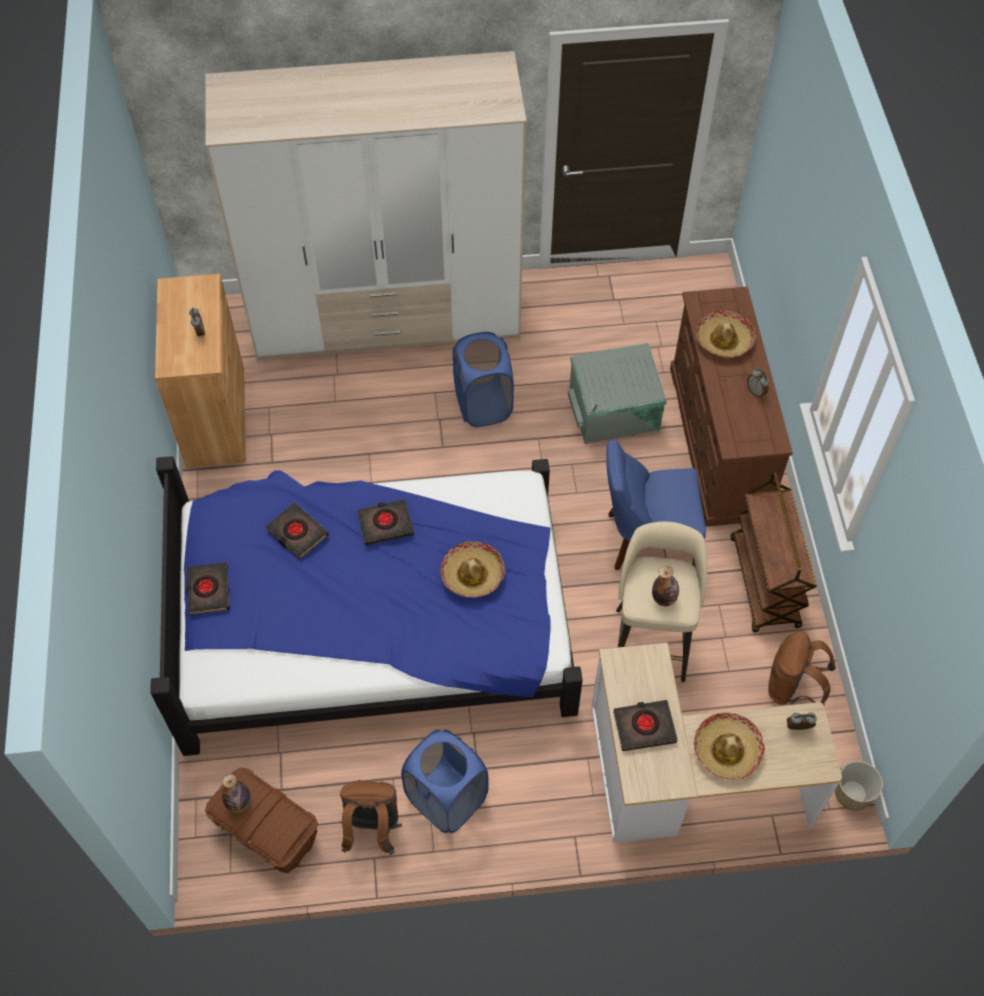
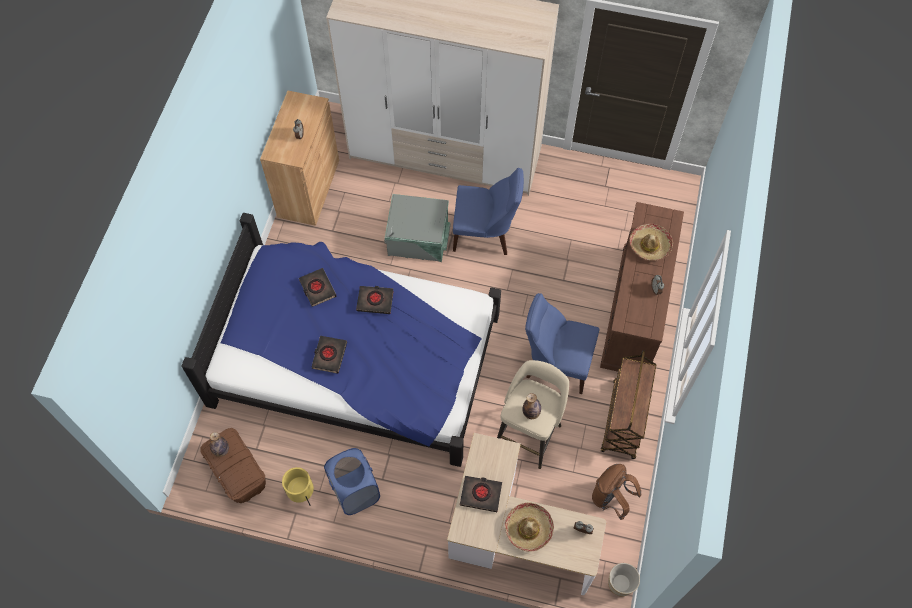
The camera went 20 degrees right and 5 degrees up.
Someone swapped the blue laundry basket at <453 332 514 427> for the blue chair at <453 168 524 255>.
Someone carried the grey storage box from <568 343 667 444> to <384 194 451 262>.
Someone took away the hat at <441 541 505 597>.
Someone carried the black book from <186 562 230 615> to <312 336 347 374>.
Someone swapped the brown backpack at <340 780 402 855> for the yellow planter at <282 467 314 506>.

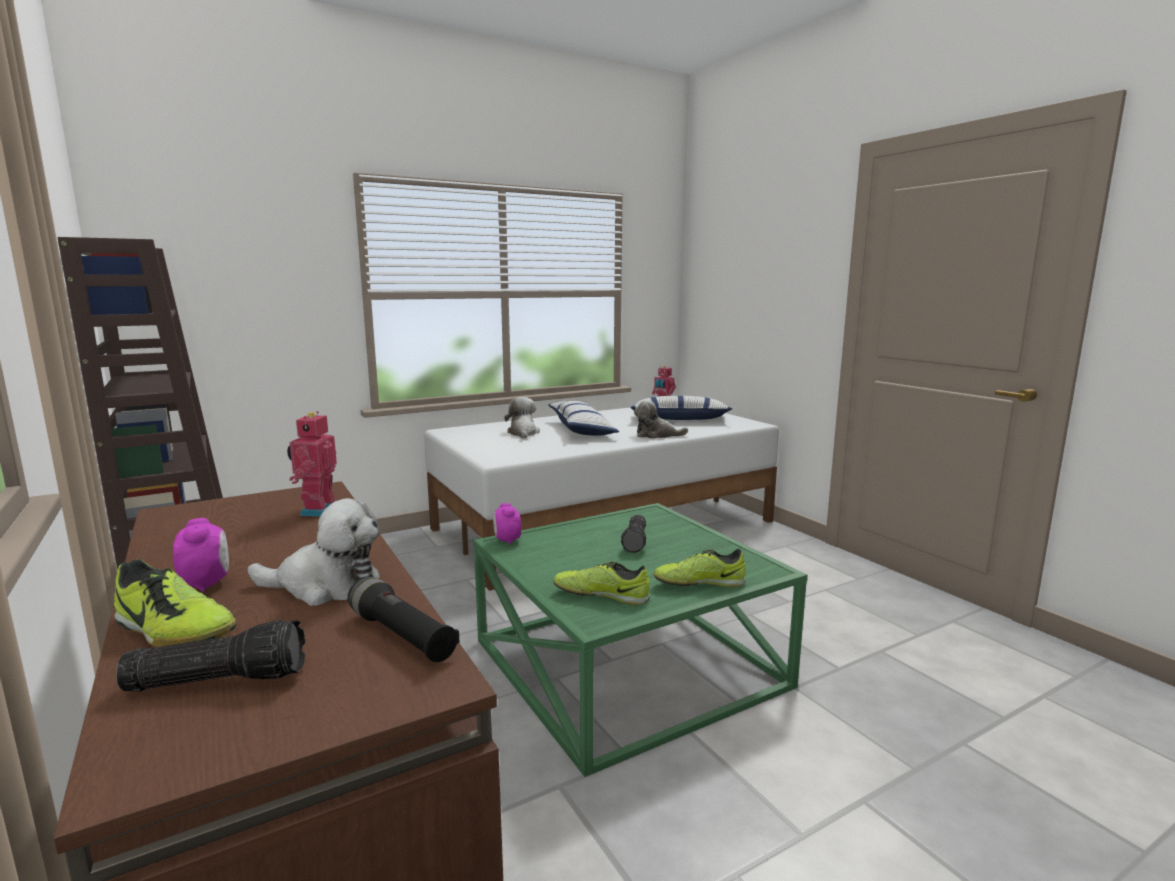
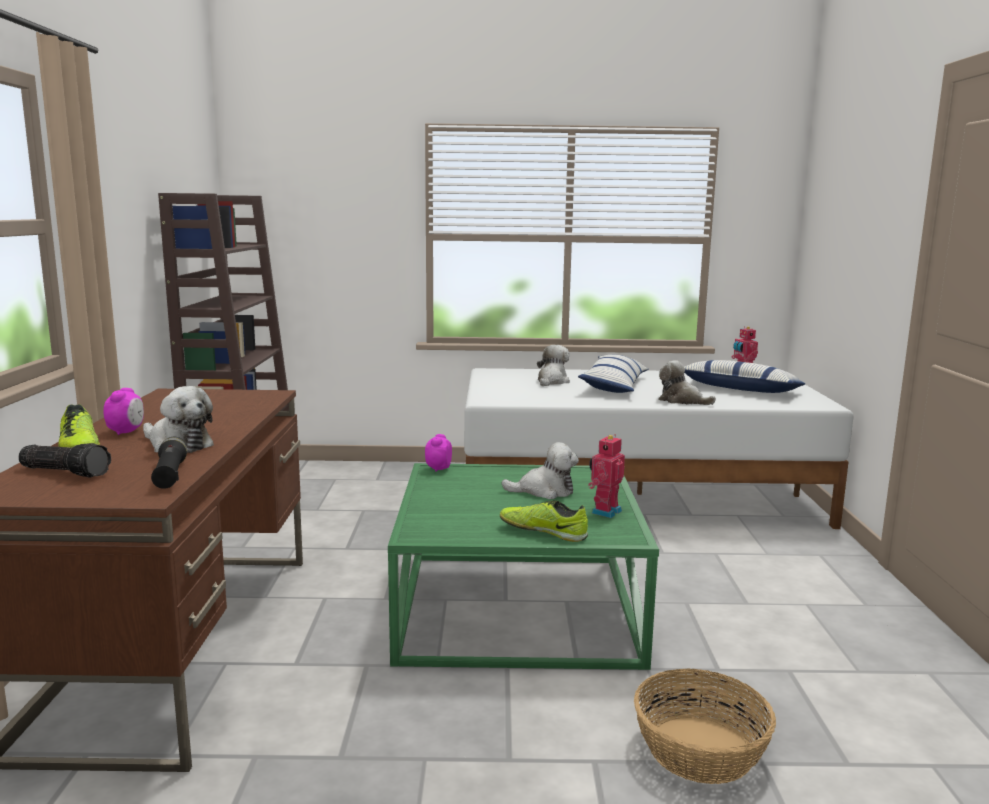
The camera went 30 degrees right and 0 degrees up.
Someone carried the toy robot from <287 411 337 517> to <588 434 625 518>.
Someone swapped the flashlight at <621 514 646 553> for the plush toy at <501 442 579 499>.
Someone took away the shoe at <554 562 650 605>.
Someone put down the basket at <634 668 776 784>.

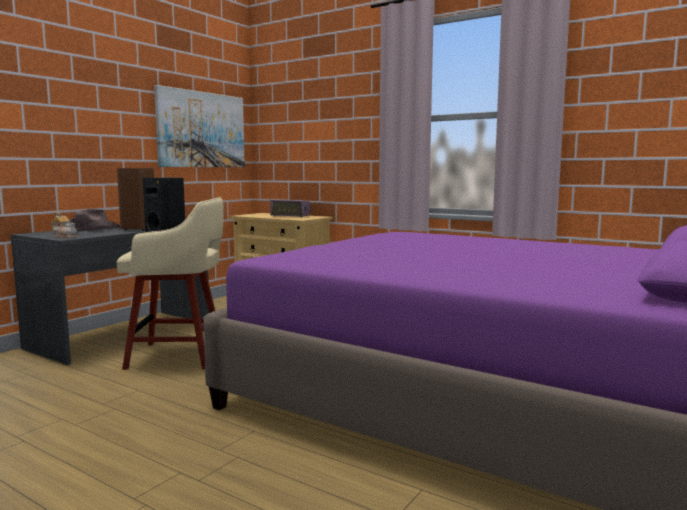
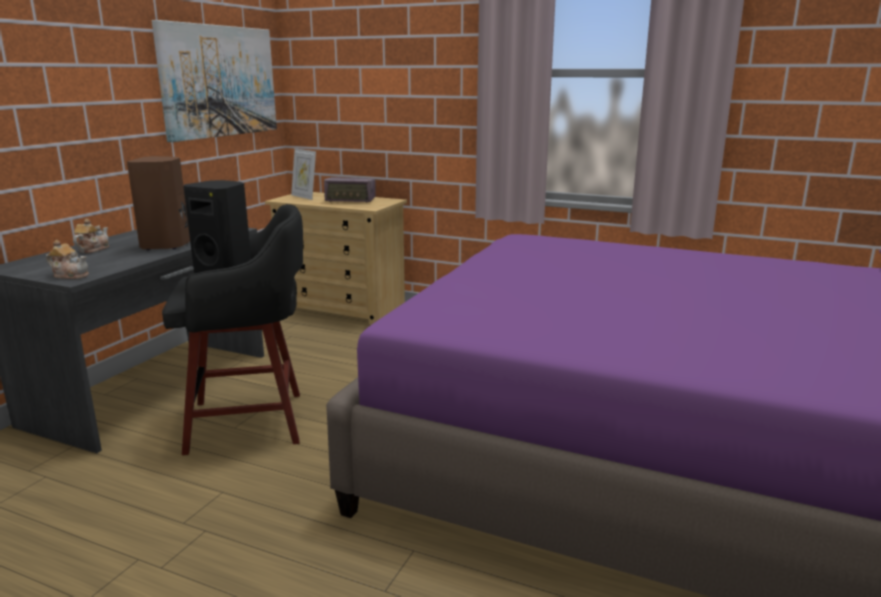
The camera went 10 degrees left and 10 degrees up.
Someone repainted the beige stool at <117 197 224 370>, which became the black stool at <162 204 303 455>.
Someone swapped the brown hat at <70 208 121 232> for the teapot at <73 219 109 253>.
Someone put down the picture frame at <291 148 316 200>.

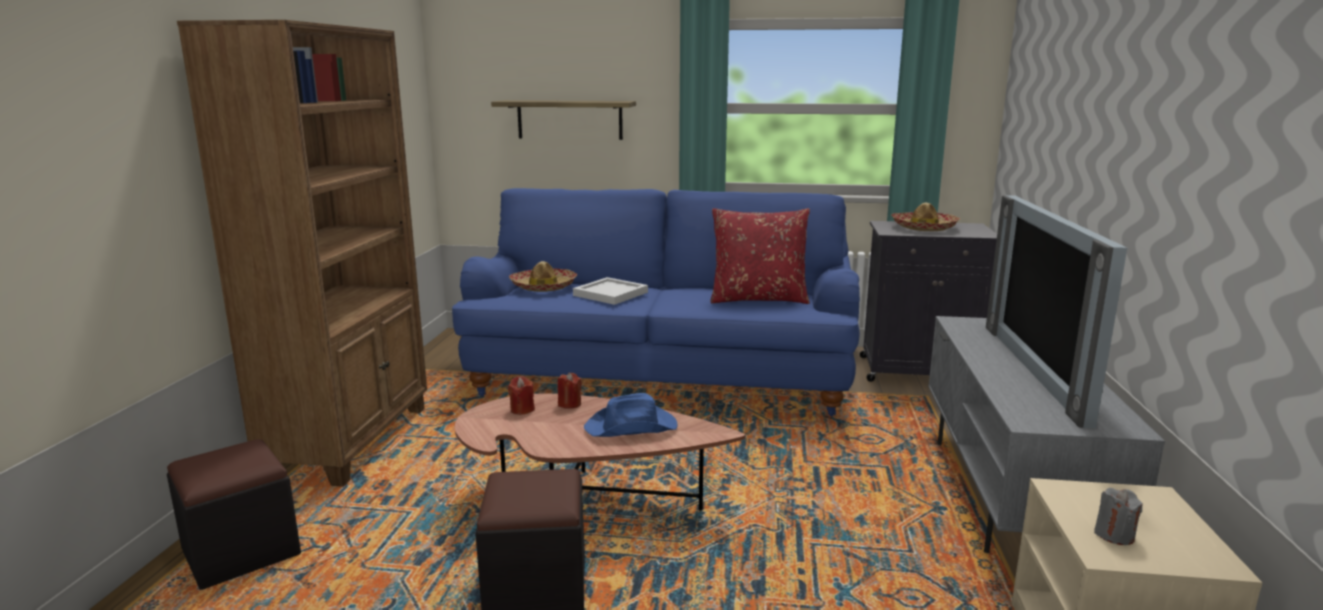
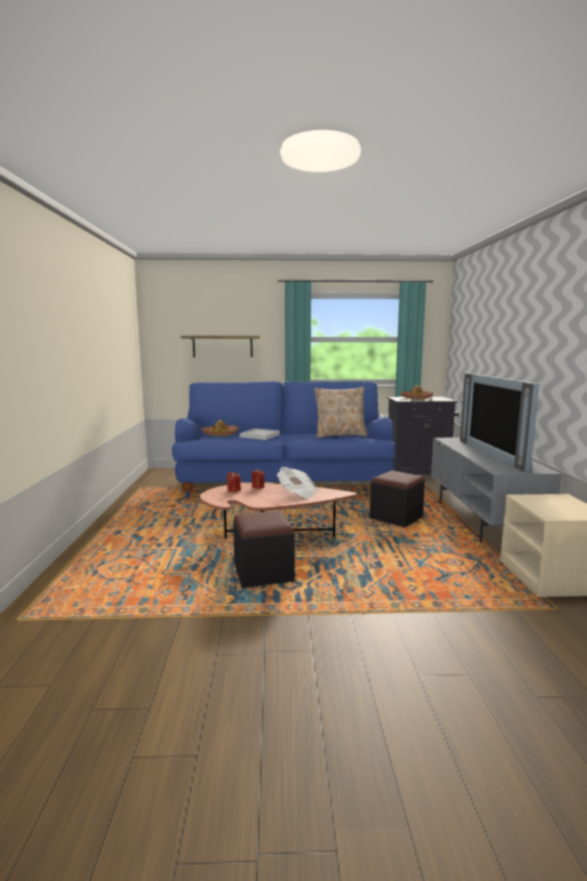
The camera went 10 degrees left and 5 degrees down.
Someone took away the brown bookcase at <177 20 427 487>.
Someone repainted the red pillow at <710 208 810 304>, which became the beige pillow at <314 387 368 438>.
Someone swapped the blue hat at <584 393 678 437> for the newspaper at <277 467 318 500>.
Someone carried the black ottoman from <167 439 301 590> to <370 470 425 527>.
Someone took away the grey candle at <1094 488 1143 545>.

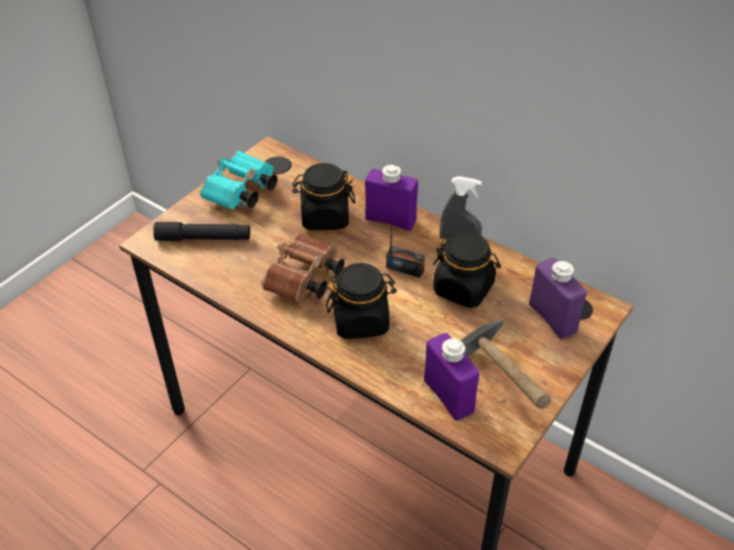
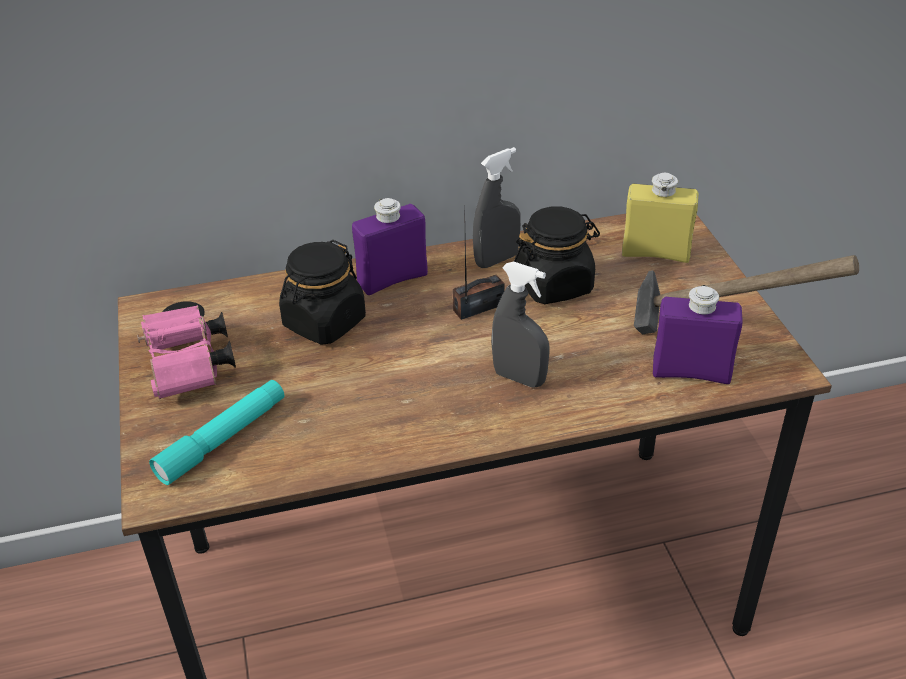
The camera went 50 degrees left and 5 degrees down.
Someone repainted the turquoise binoculars at <200 151 278 210>, which became the pink binoculars at <137 305 236 399>.
Someone repainted the black flashlight at <153 222 250 241>, which became the turquoise flashlight at <149 380 284 485>.
Someone took away the brown binoculars at <261 233 344 302>.
Someone repainted the purple bottle at <529 258 587 339>, which became the yellow bottle at <622 173 698 263>.
Someone swapped the black jar at <326 263 397 339> for the grey spray bottle at <491 261 550 388>.

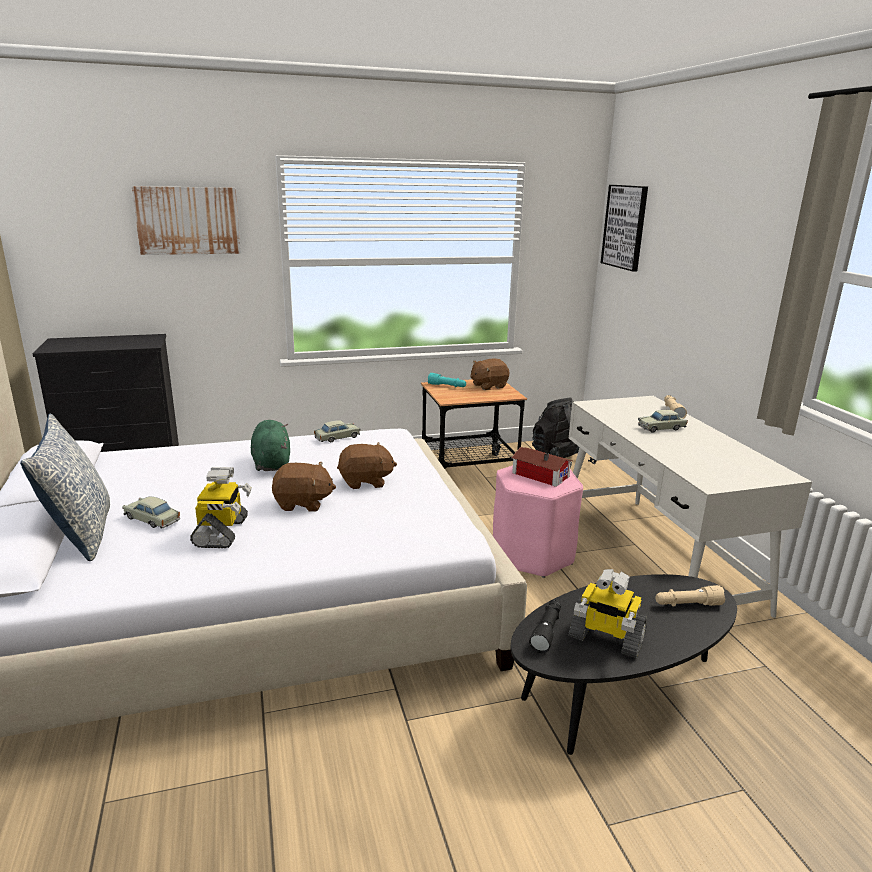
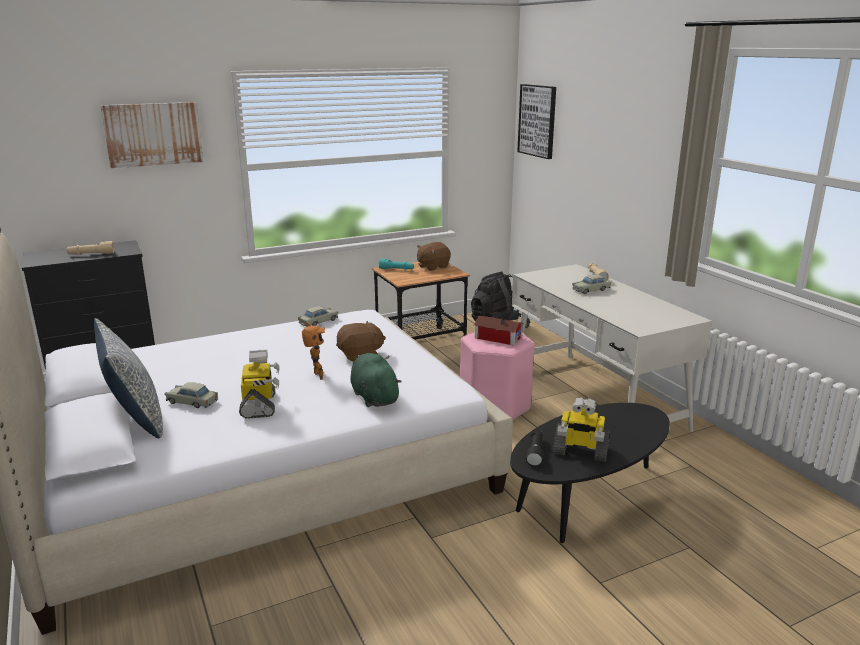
The camera went 10 degrees left and 0 degrees up.
Someone carried the green plush toy from <251 420 290 471> to <350 353 402 407>.
Someone swapped the brown plush toy at <272 462 336 512> for the toy robot at <302 322 325 380>.
Someone carried the beige flashlight from <655 585 726 606> to <66 241 115 255>.

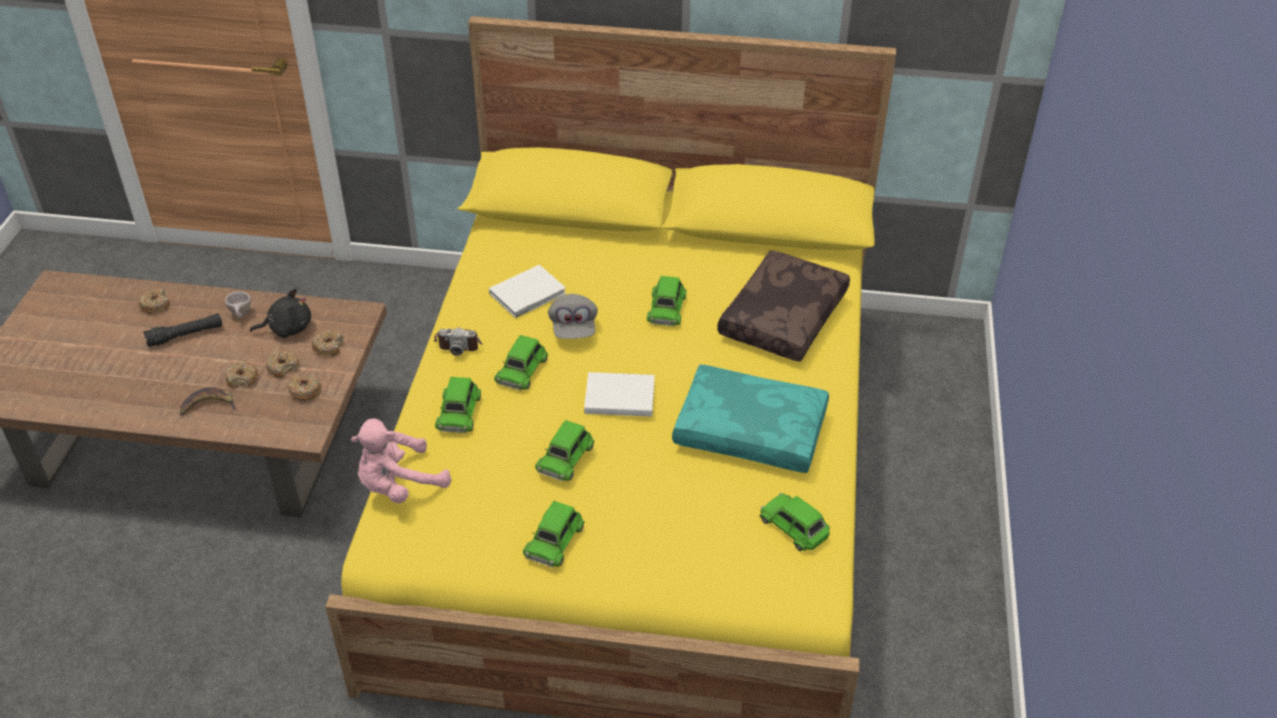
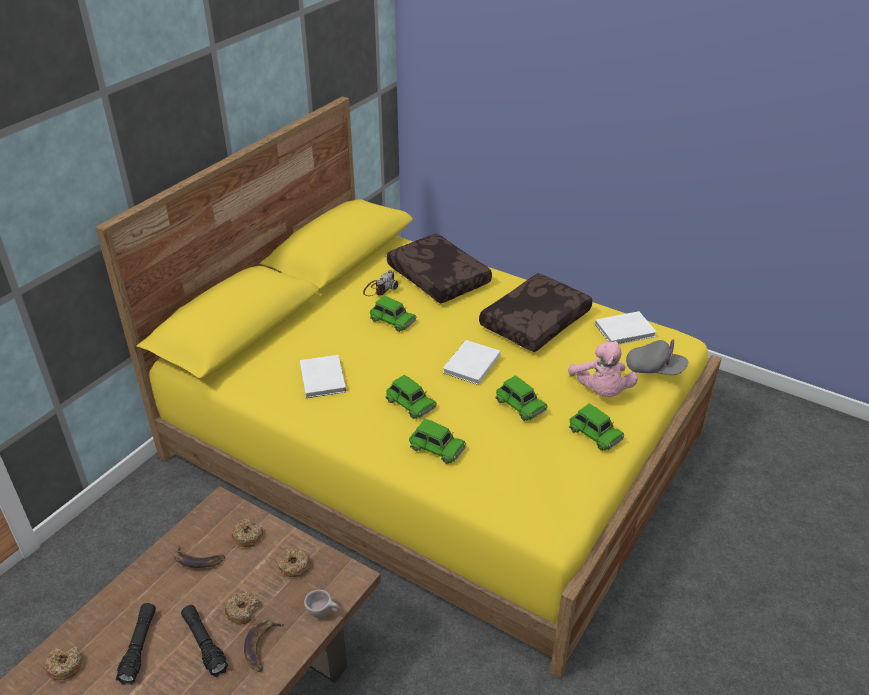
The camera went 65 degrees left and 5 degrees down.
Someone swapped the black plush toy at <250 288 311 338> for the banana at <173 546 225 568>.
Someone carried the beige cup from <225 291 251 319> to <304 590 340 618>.
Someone carried the grey cap from <548 294 598 339> to <626 340 688 375>.
Someone carried the photo camera from <434 328 482 356> to <363 270 398 296>.
Someone took away the donut at <266 350 299 378>.
Someone repainted the turquoise pillow at <672 364 829 473>, which became the brown pillow at <479 273 592 352>.
Someone carried the pink plush toy from <351 418 451 504> to <568 341 638 397>.
Someone swapped the green toy car at <760 493 830 551> for the white book at <595 311 657 344>.
Someone put down the black flashlight at <181 605 228 677>.

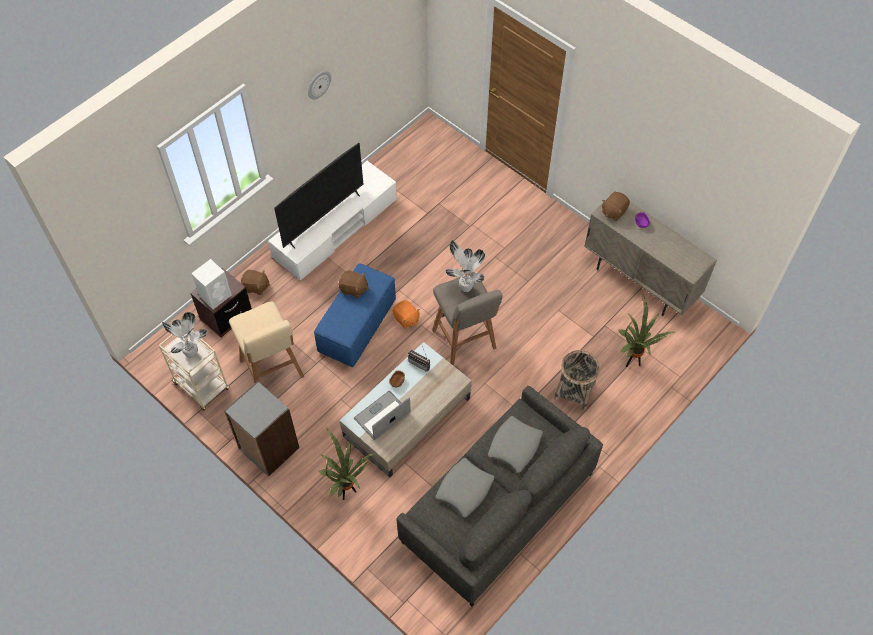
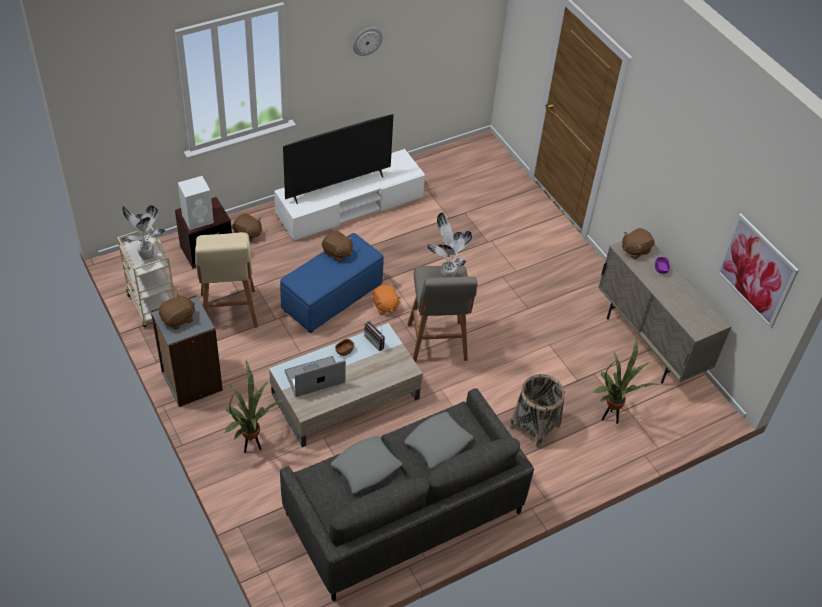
The camera went 15 degrees right and 10 degrees down.
Someone put up the picture at <717 213 799 329>.
Someone put down the brown plush toy at <159 293 195 330>.

